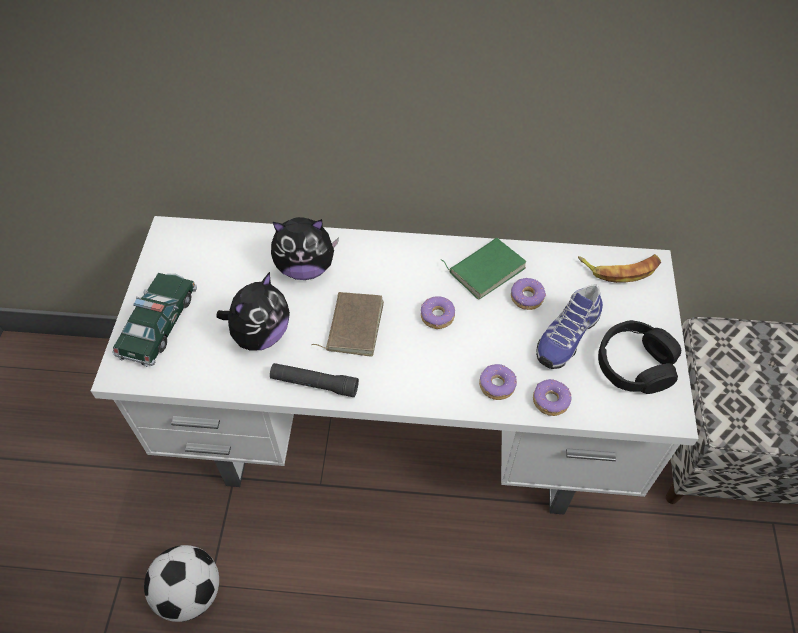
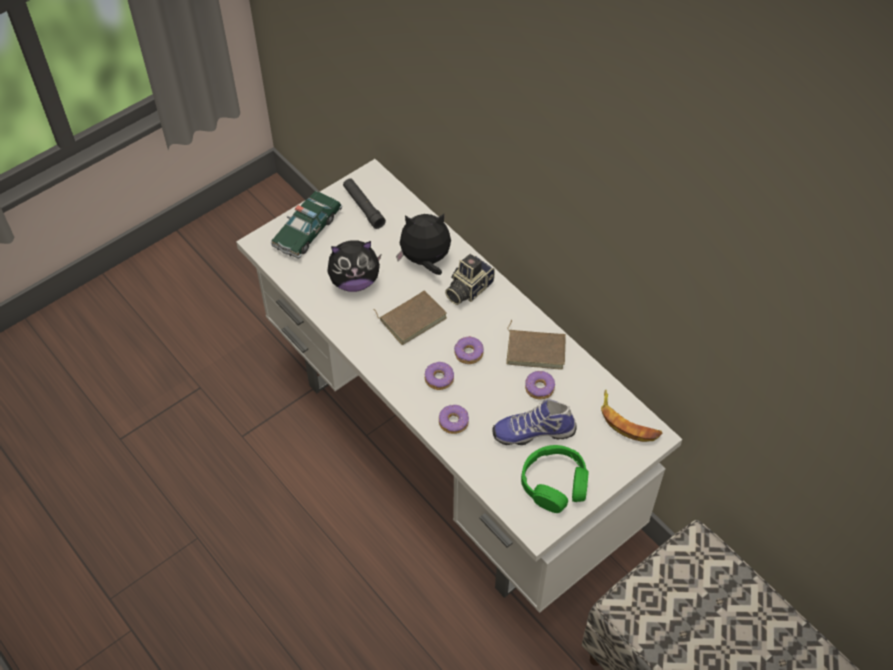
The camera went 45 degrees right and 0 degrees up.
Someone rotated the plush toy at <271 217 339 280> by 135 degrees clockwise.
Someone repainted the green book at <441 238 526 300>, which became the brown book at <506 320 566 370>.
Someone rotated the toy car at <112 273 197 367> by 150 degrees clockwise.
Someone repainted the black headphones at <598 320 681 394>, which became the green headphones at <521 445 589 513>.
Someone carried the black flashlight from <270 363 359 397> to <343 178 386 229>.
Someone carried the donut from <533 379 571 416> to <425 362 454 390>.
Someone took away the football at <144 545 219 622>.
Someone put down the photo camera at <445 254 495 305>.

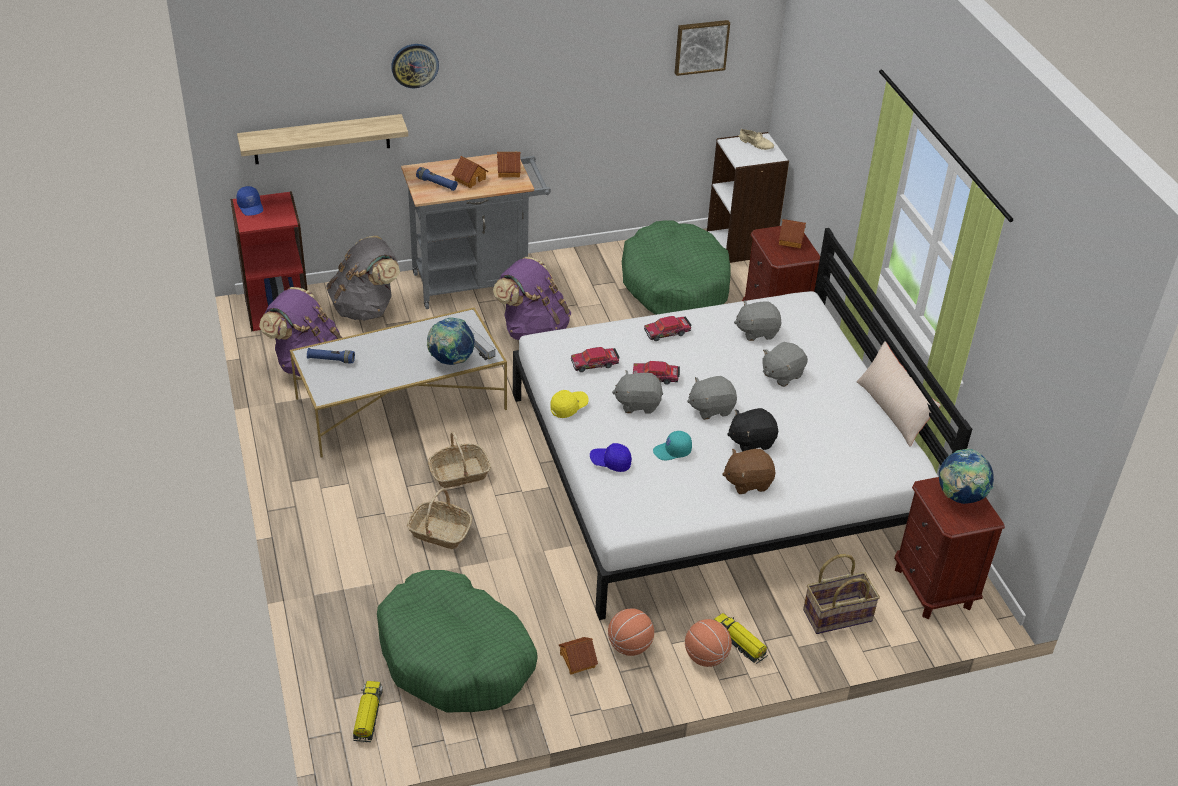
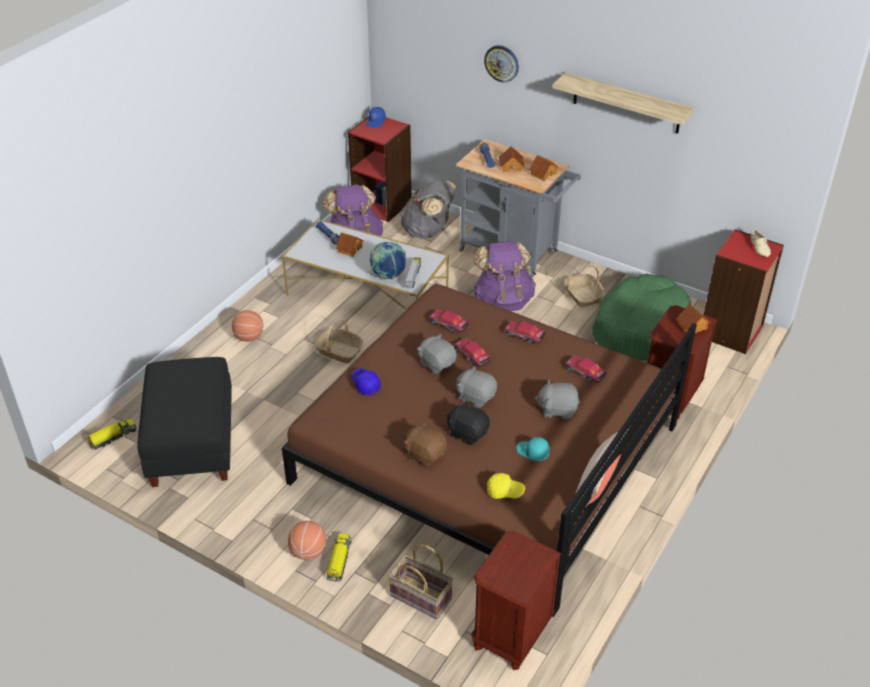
The camera went 50 degrees right and 0 degrees up.
Someone took away the picture at <675 20 730 76>.
Someone carried the shelf from <237 114 408 164> to <553 72 694 134>.
Someone repainted the white bookcase at <707 132 789 263>, which became the red bookcase at <704 230 784 354>.
Someone repainted the white bed at <513 228 972 620>, which became the brown bed at <282 284 697 617>.
Someone swapped the grey plush toy at <734 301 782 341> for the toy car at <565 355 607 383>.
Someone carried the yellow cap from <550 390 589 418> to <487 473 525 499>.
Someone carried the turquoise cap from <653 431 692 460> to <517 437 550 461>.
Someone took away the globe at <939 448 994 504>.
Someone carried the basket from <407 489 472 549> to <564 265 605 307>.
Someone swapped the green dog bed at <377 570 538 713> for the black ottoman at <137 357 232 487>.
Someone carried the basketball from <608 608 654 656> to <232 310 263 342>.
Someone carried the toy house from <559 637 598 675> to <336 232 363 257>.

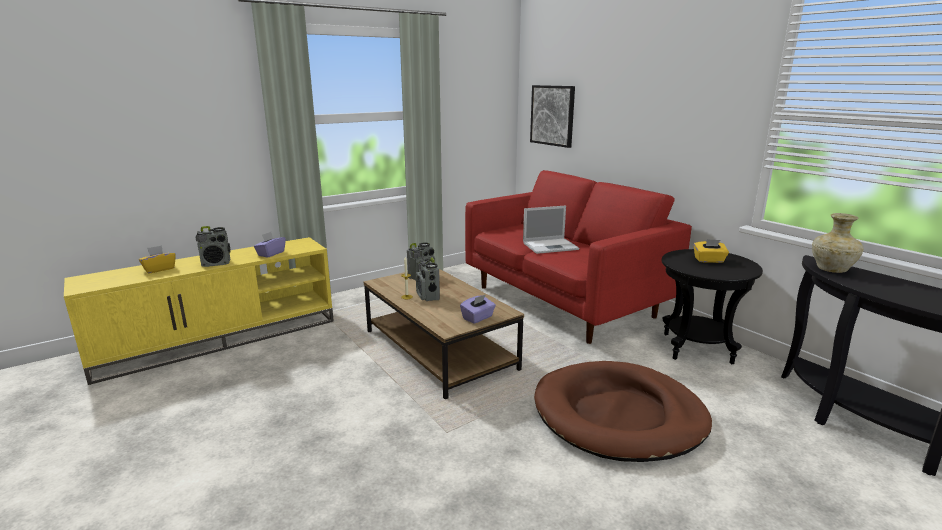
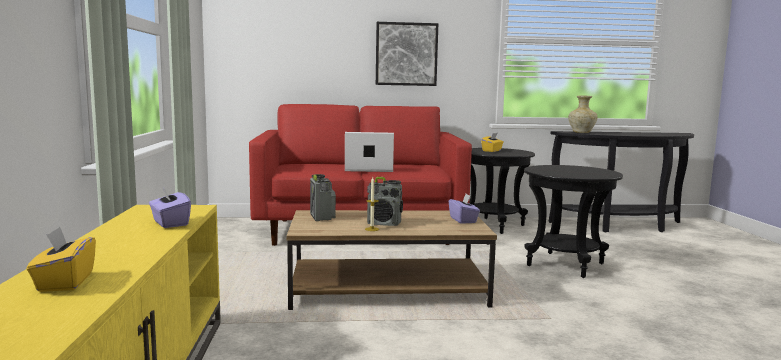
The camera went 60 degrees left and 10 degrees down.
Someone carried the picture from <530 85 575 148> to <376 22 438 86>.
Someone rotated the laptop at <523 206 579 254> by 105 degrees counterclockwise.
Someone took away the radio at <196 226 231 267>.
Someone swapped the brown dog bed at <534 361 712 462> for the black side table at <524 165 623 278>.

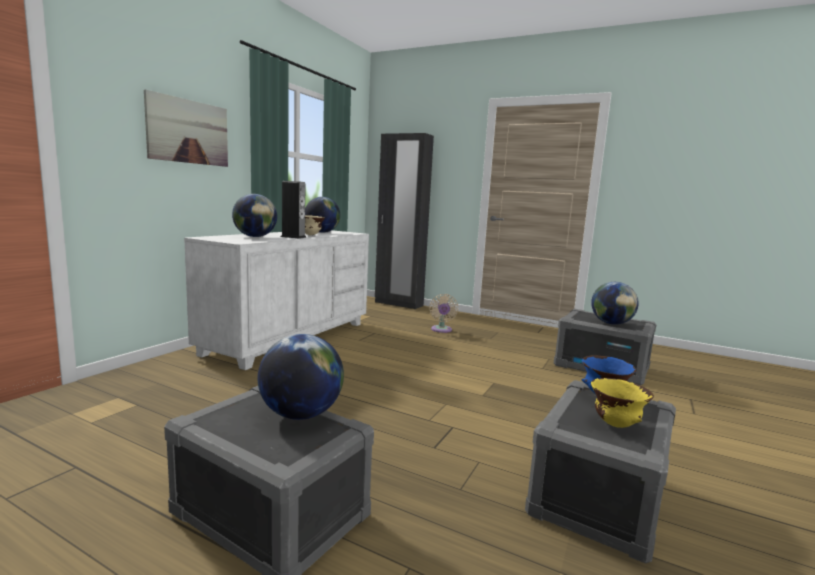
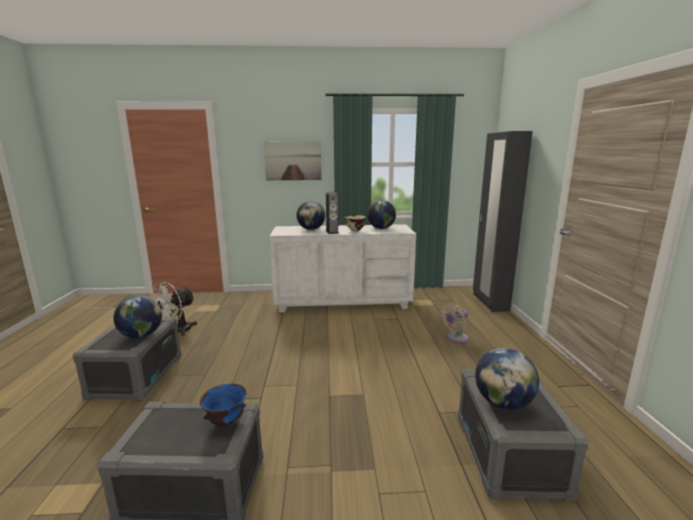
The camera went 60 degrees right and 5 degrees up.
Someone took away the yellow bowl at <591 378 654 428>.
Someone put down the white fan at <150 282 197 336>.

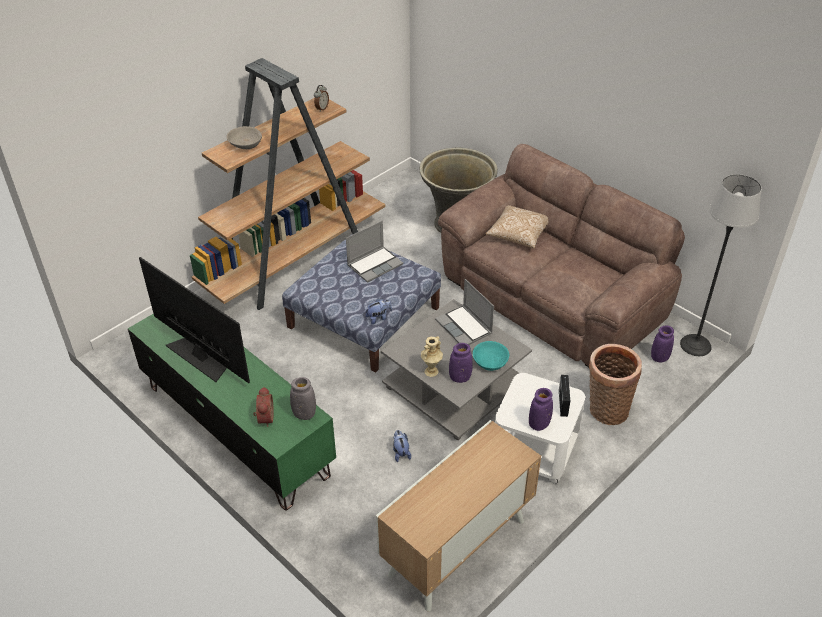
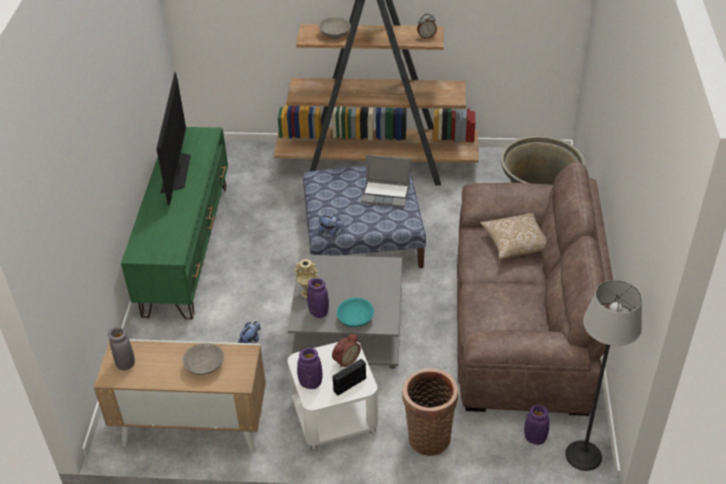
The camera went 50 degrees right and 0 degrees up.
Someone took away the laptop at <435 279 494 345>.
Someone carried the grey vase from <290 377 316 420> to <108 327 135 370>.
Someone carried the alarm clock from <253 387 274 427> to <332 334 361 368>.
Someone put down the grey bowl at <183 343 224 375>.

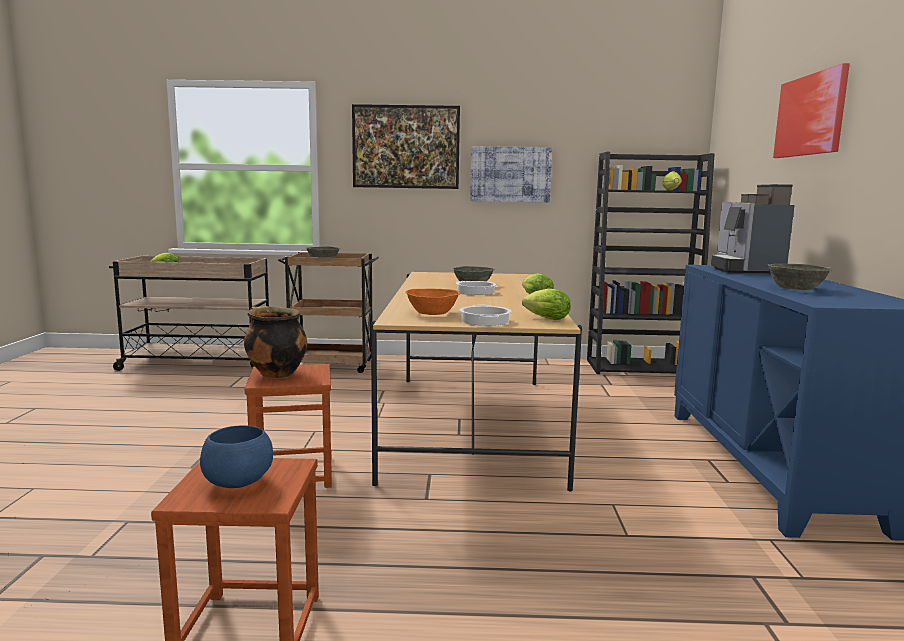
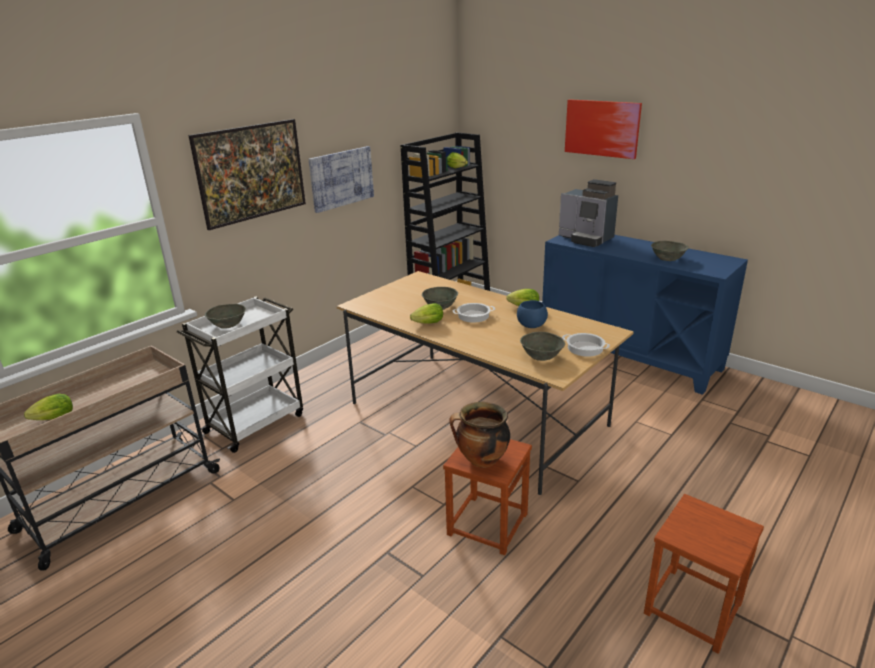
The camera went 50 degrees left and 15 degrees up.
Someone repainted the brown cart at <278 252 379 373>, which became the white cart at <177 296 303 453>.
Someone repainted the orange bowl at <405 288 460 315>, which became the grey bowl at <520 332 565 361>.
Someone carried the lettuce from <522 288 571 320> to <410 303 443 324>.
Someone carried the blue bowl from <200 425 273 488> to <517 300 548 328>.

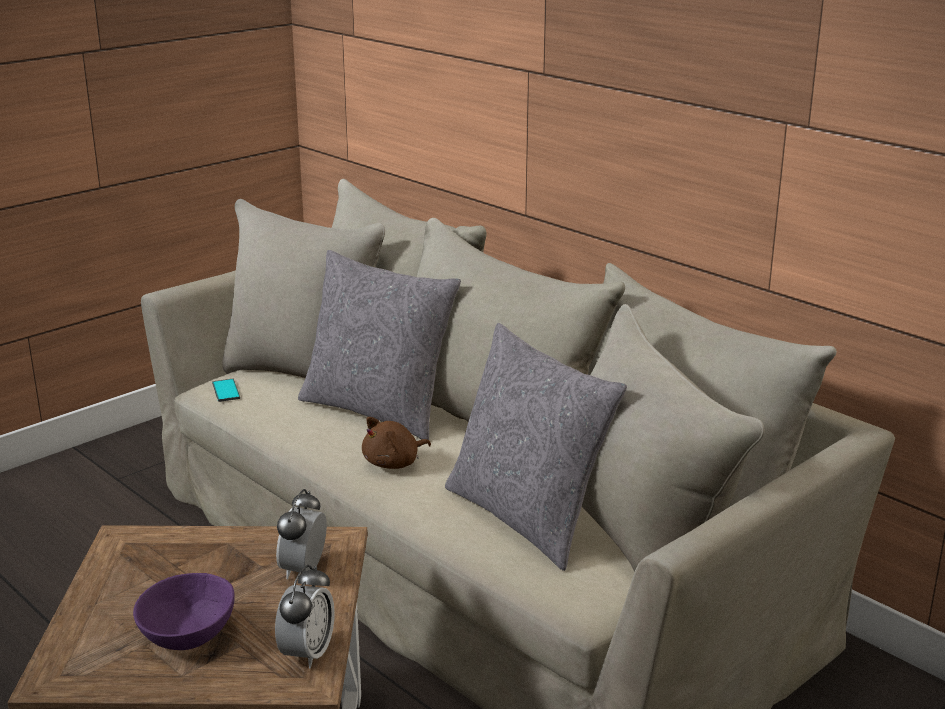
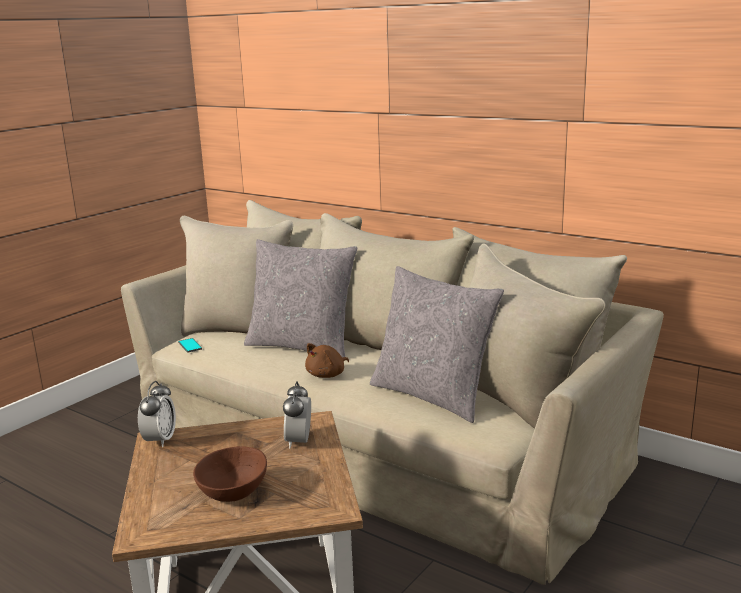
The camera went 10 degrees left and 5 degrees down.
Someone carried the alarm clock from <275 565 335 668> to <138 381 176 447>.
Someone repainted the purple bowl at <133 573 235 650>, which became the brown bowl at <193 446 267 502>.

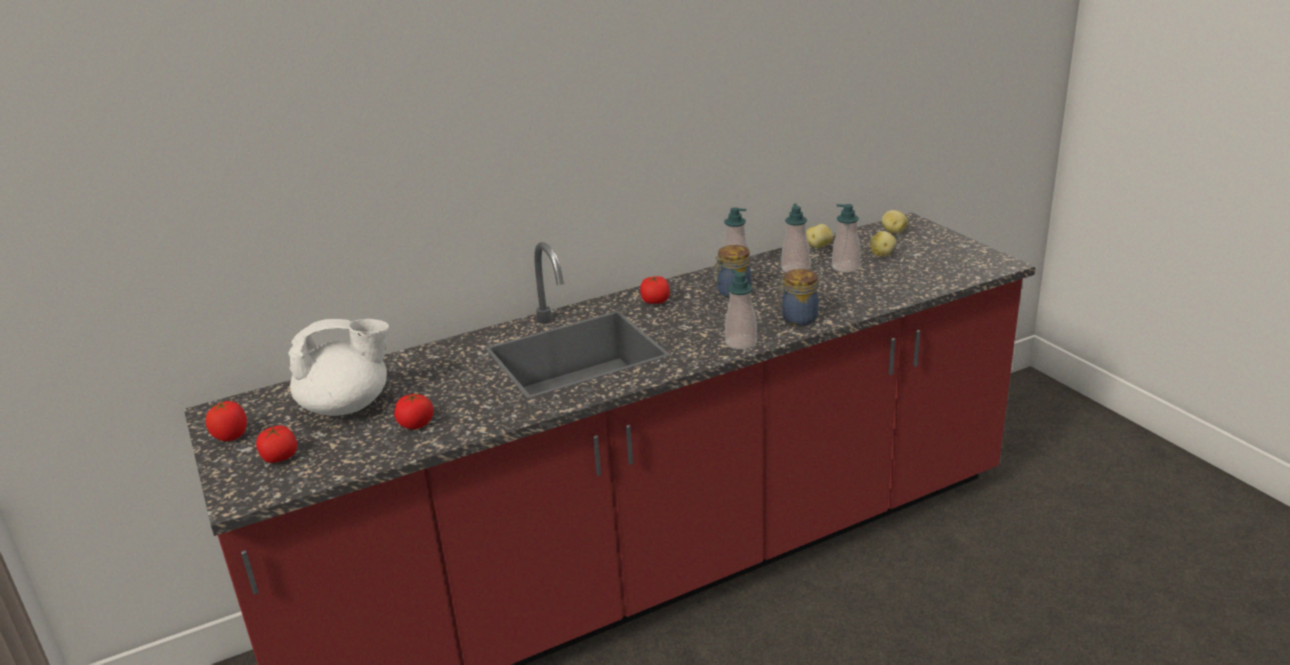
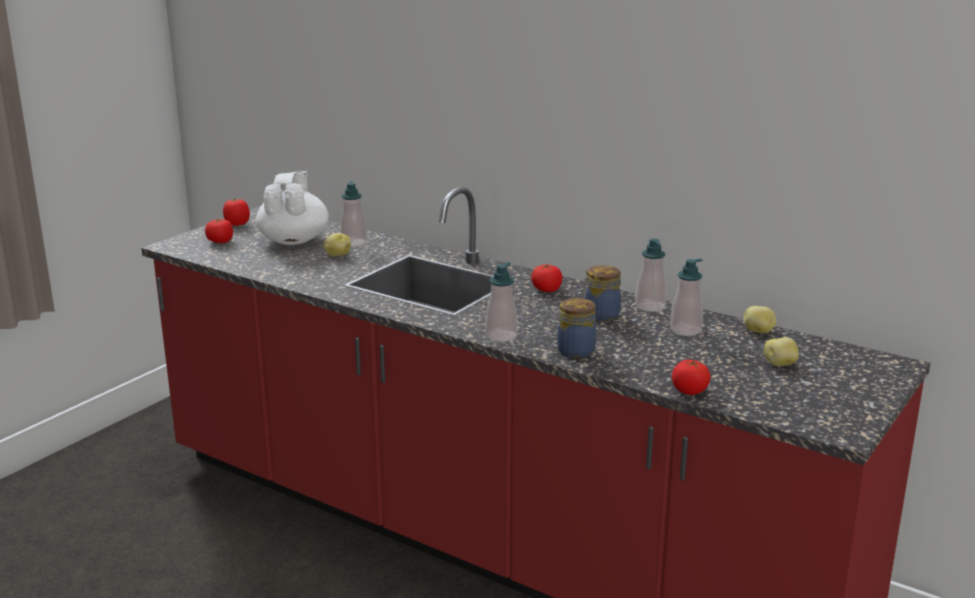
The camera went 60 degrees right and 5 degrees down.
Someone carried the soap dispenser from <832 204 861 273> to <340 181 367 246>.
Someone carried the potato from <882 210 908 234> to <324 233 351 257>.
Someone rotated the white teapot at <288 319 389 416> by 135 degrees counterclockwise.
Someone carried the tomato from <394 394 434 429> to <672 360 711 395>.

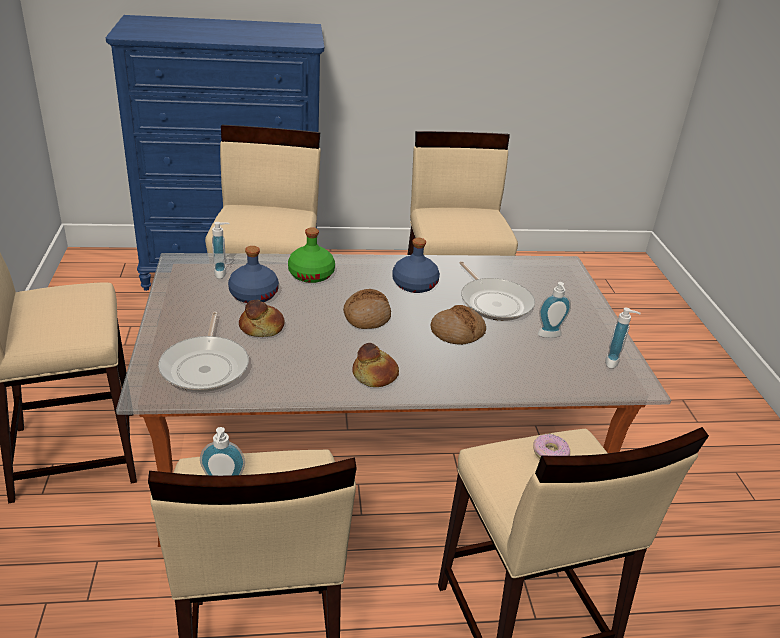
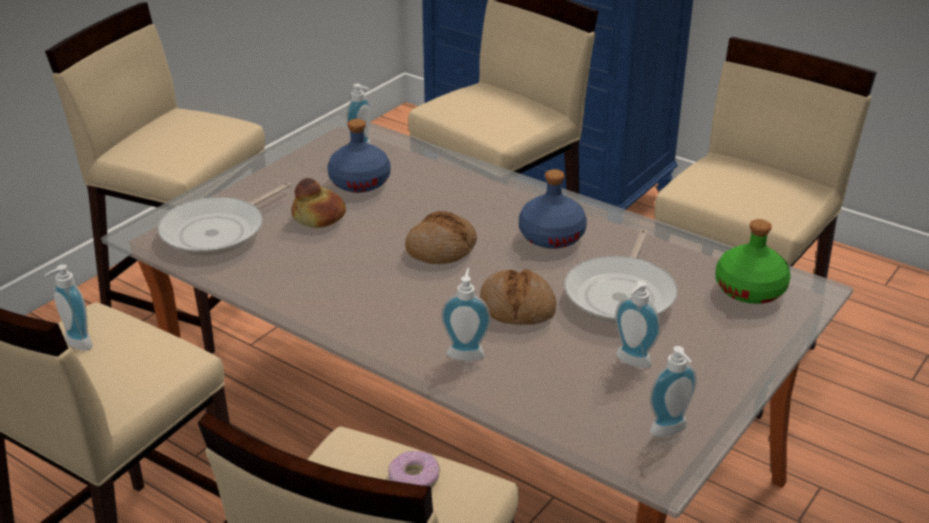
The camera went 45 degrees right and 0 degrees up.
Someone carried the green bottle from <288 227 335 283> to <715 219 791 304>.
Someone took away the bread at <352 343 399 387>.
Someone put down the soap dispenser at <441 268 491 361>.

